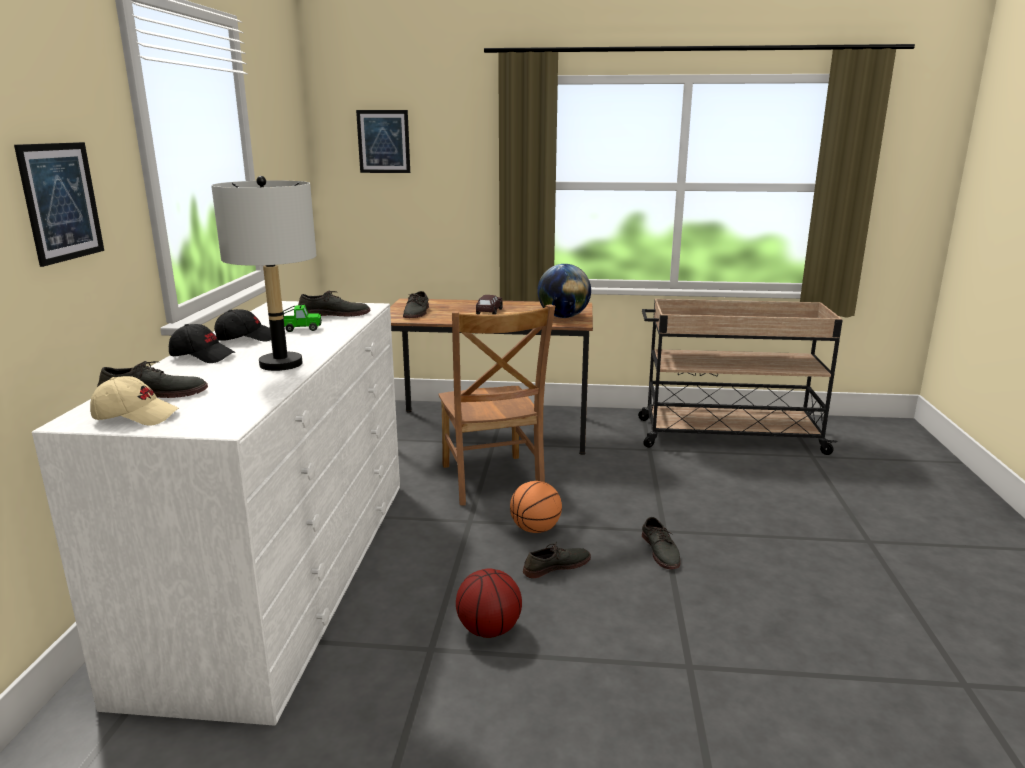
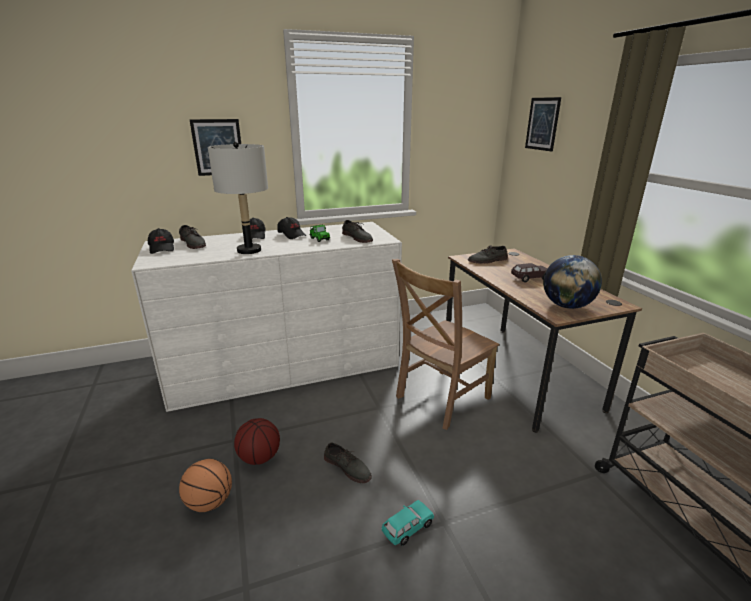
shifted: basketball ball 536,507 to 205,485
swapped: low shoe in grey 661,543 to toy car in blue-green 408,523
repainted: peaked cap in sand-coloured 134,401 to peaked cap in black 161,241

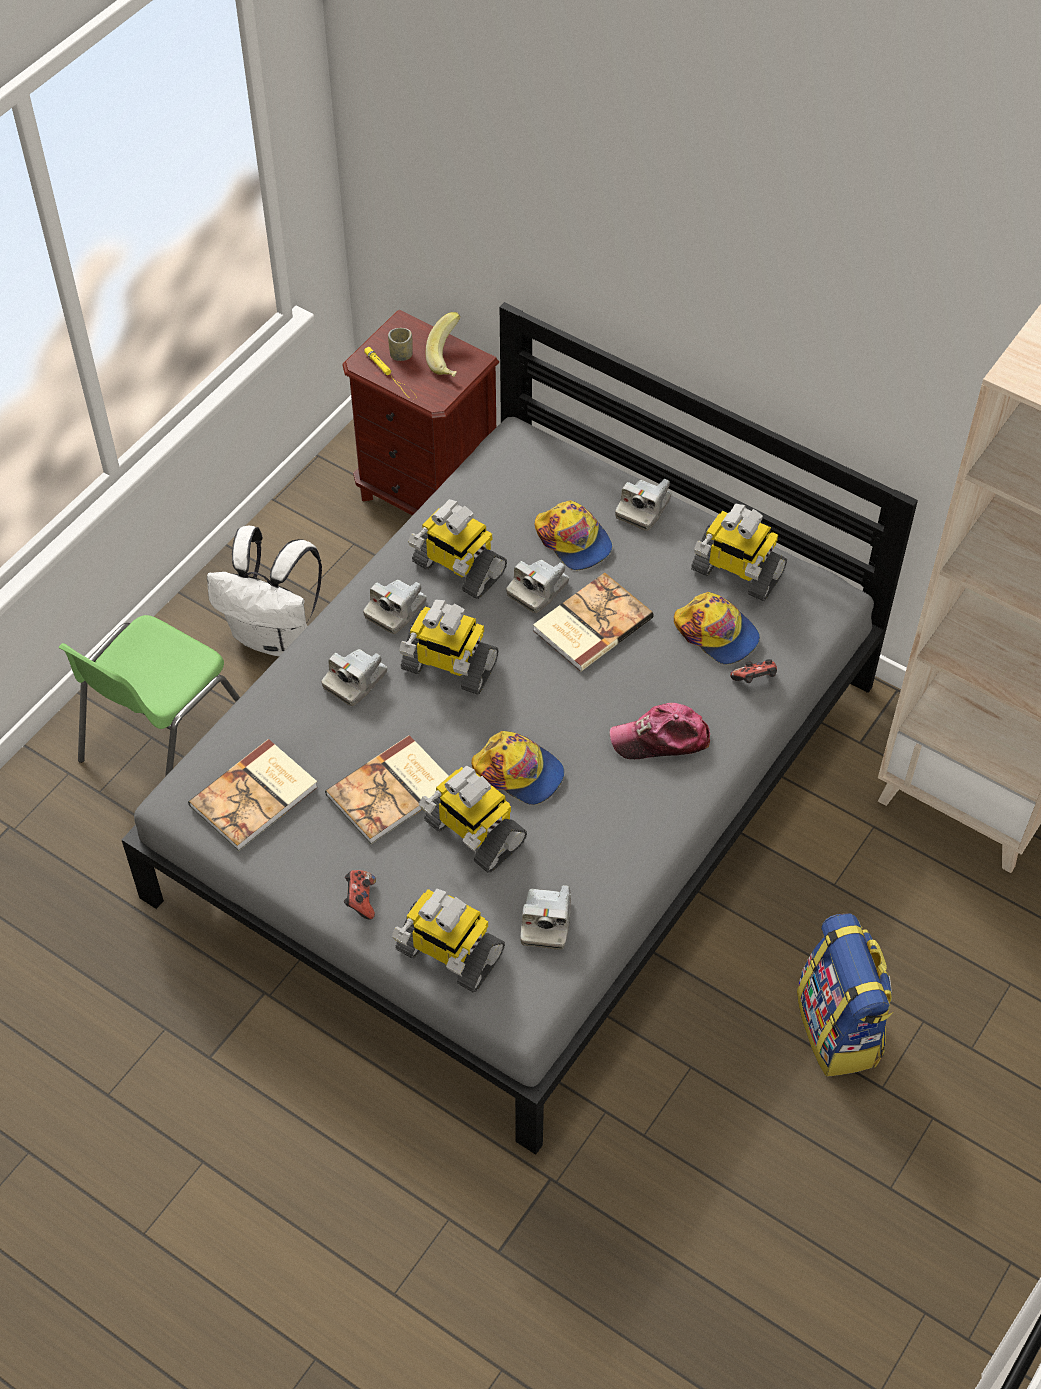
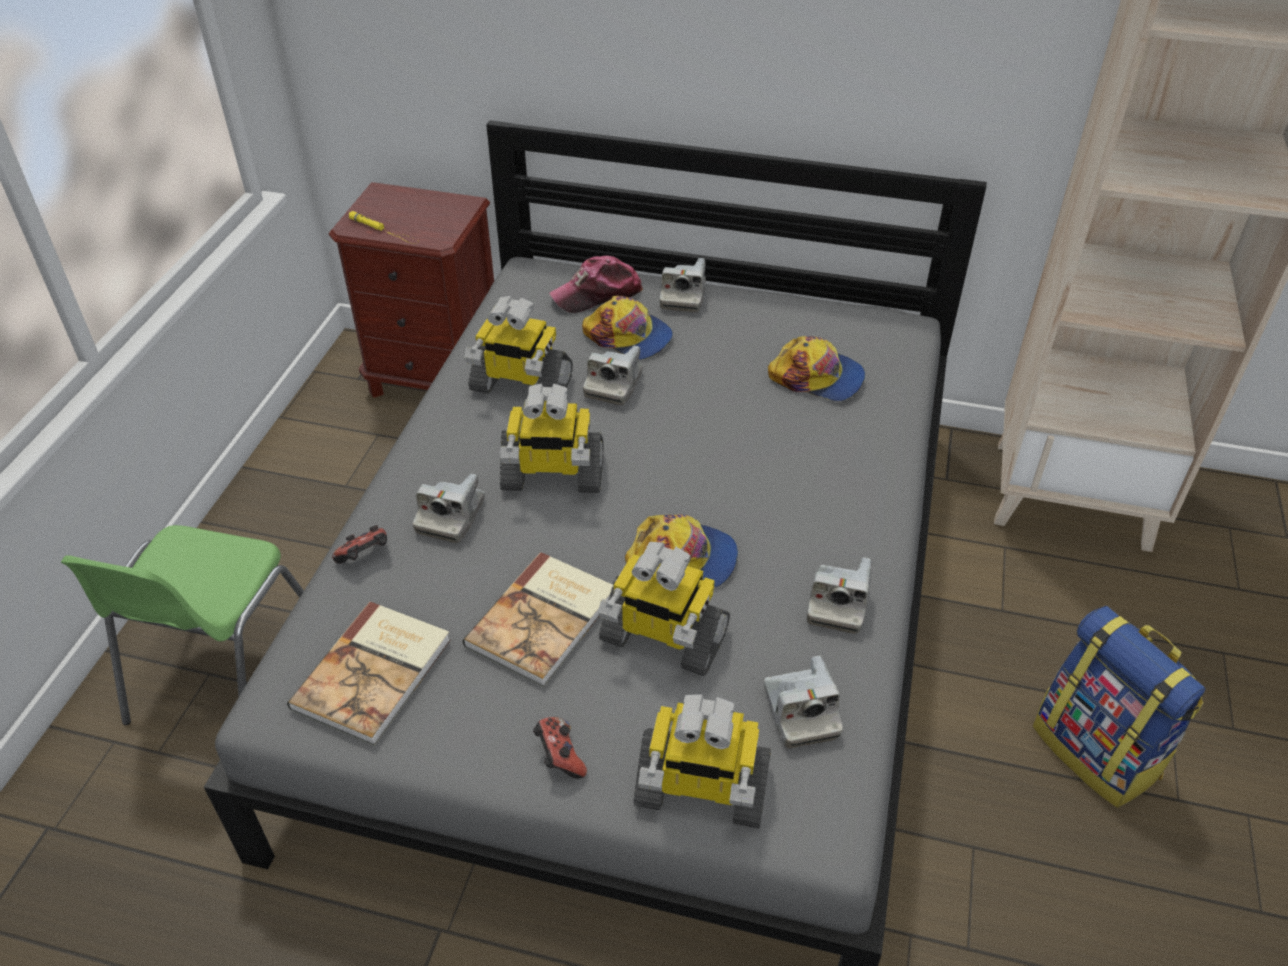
gone: backpack in white 264,591; cup 400,344; banana fruit 443,344; book 593,622; robot figure 739,552
shifted: still camera 395,607 to 839,595; peaked cap 659,731 to 596,284; gamepad 753,671 to 359,544

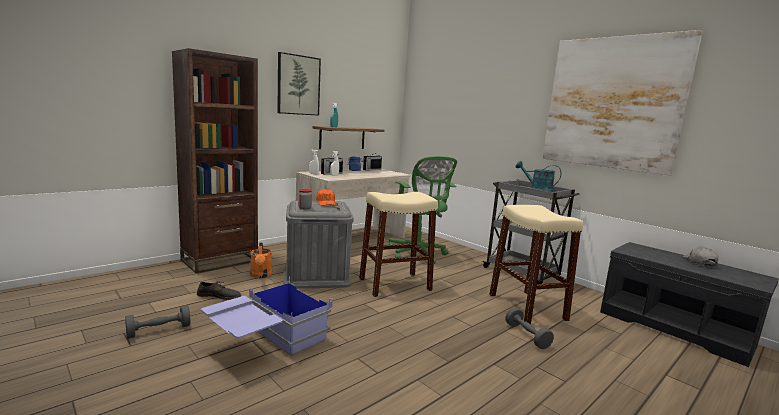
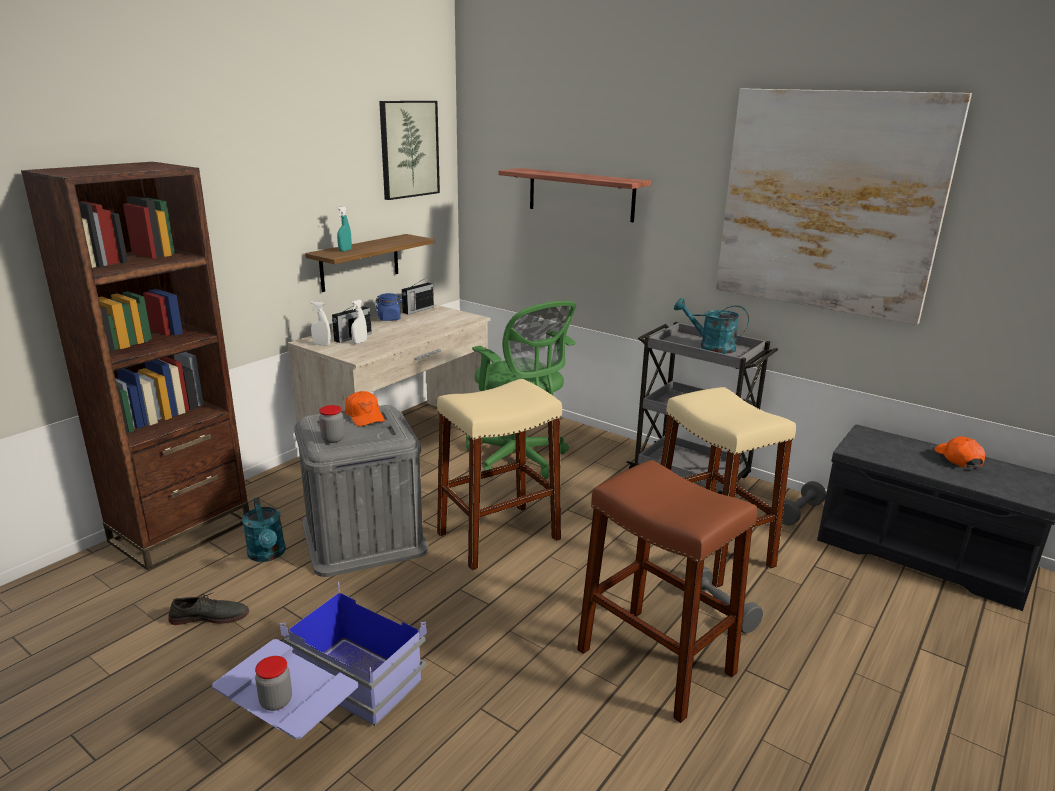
new: jar 273,683; shelf 574,195; stool in brown 667,591
shifted: hand weight in grey 158,322 to 804,503; wall art 299,84 to 409,150
repainted: sprinkling can in orange 261,260 to sprinkling can in blue-green 264,529; peaked cap in grey 700,256 to peaked cap in orange 960,452

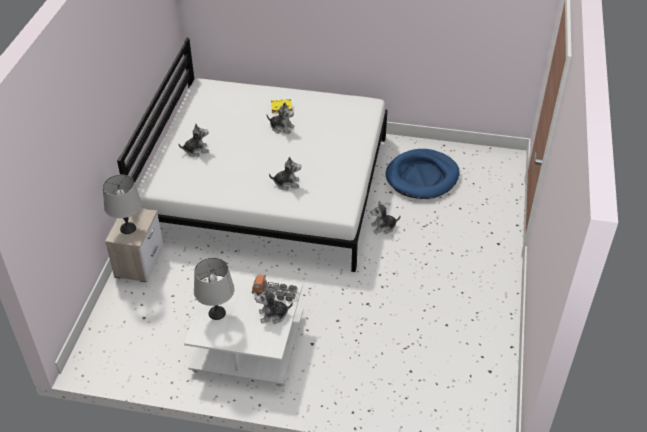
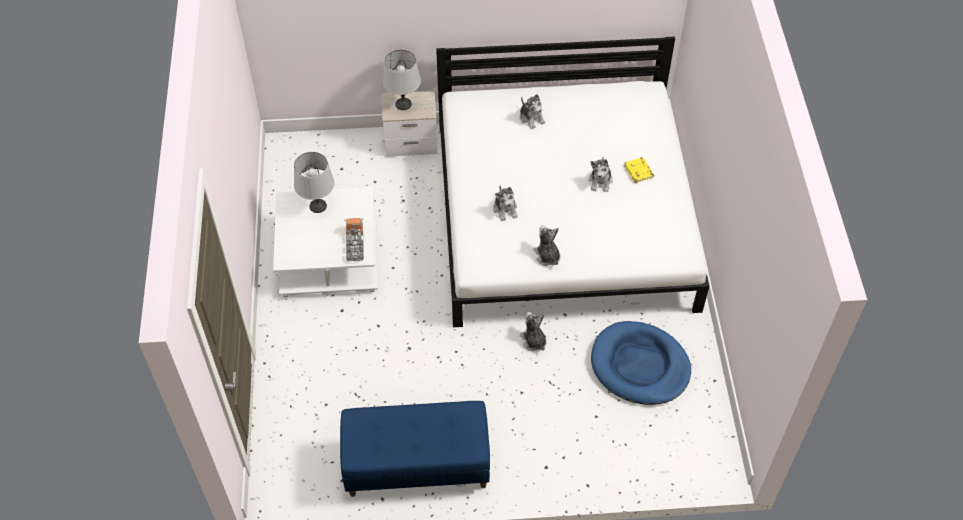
new: indoor bench in bluish 415,449
shifted: plush toy 274,304 to 547,245

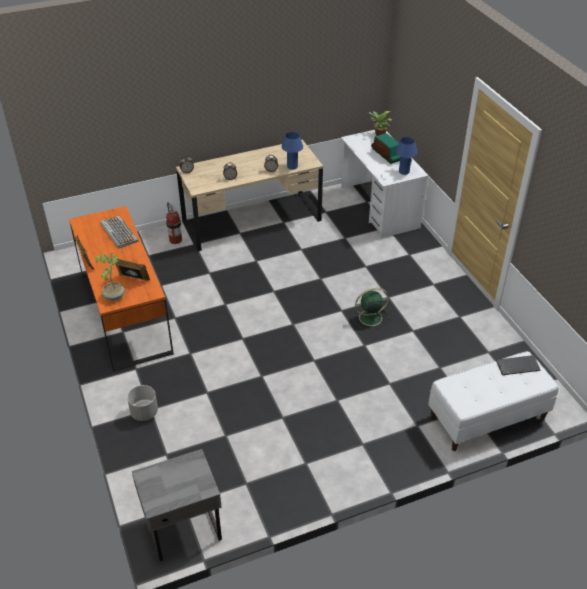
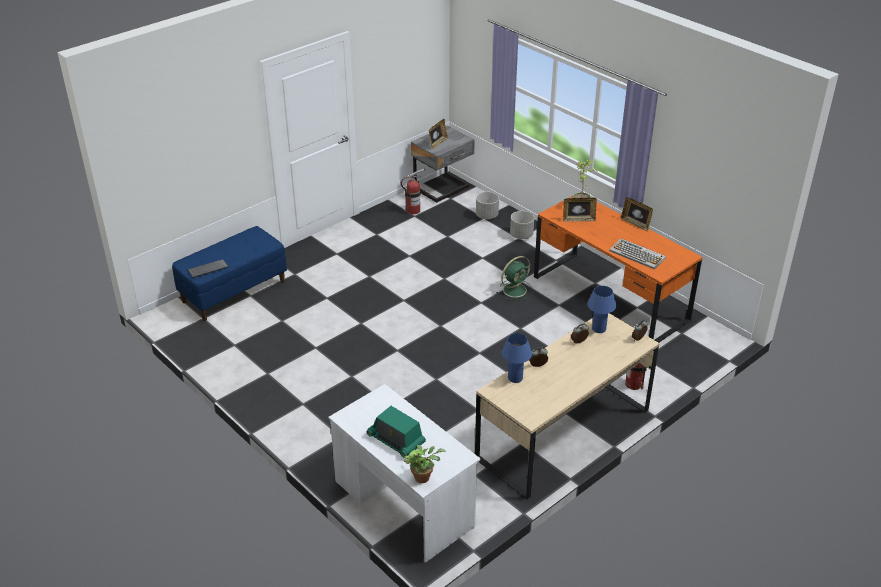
new: extinguisher 413,192; photo frame 438,134; flower pot in grey 487,205
shifted: cooling fan in green-coloured 371,309 to 515,278; lamp for a table in bluish 406,156 to 601,309
repainted: indoor bench in white 493,401 to indoor bench in bluish 229,273

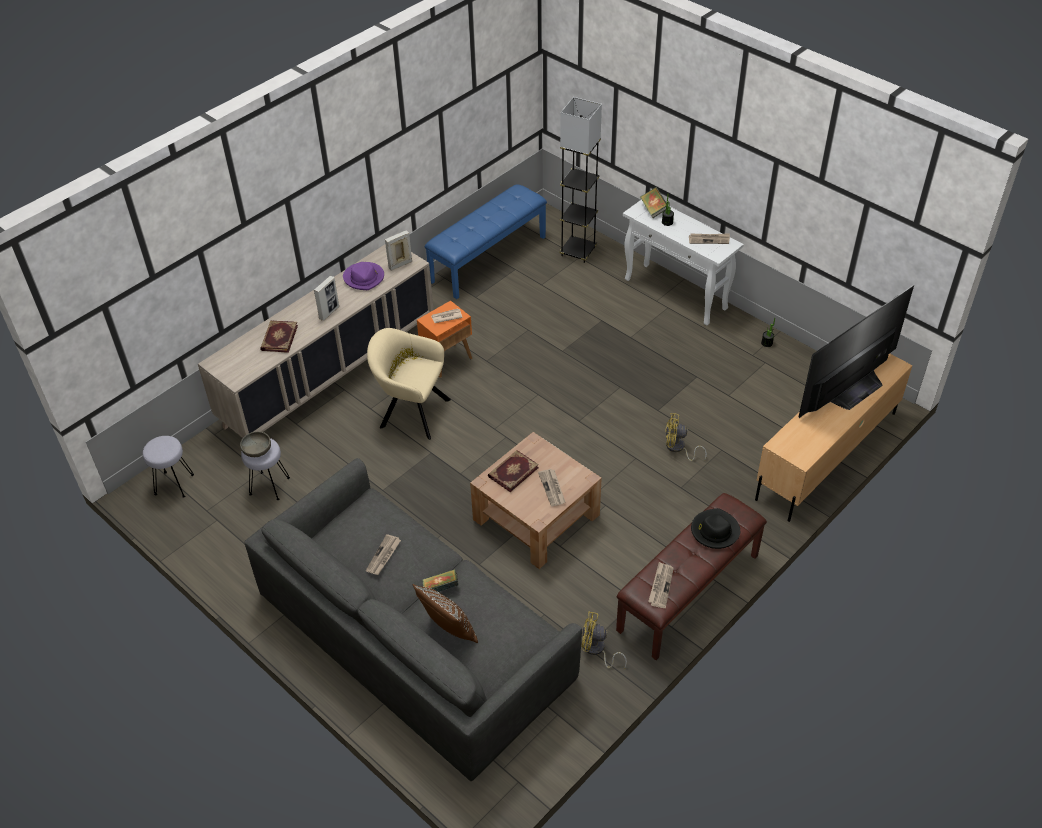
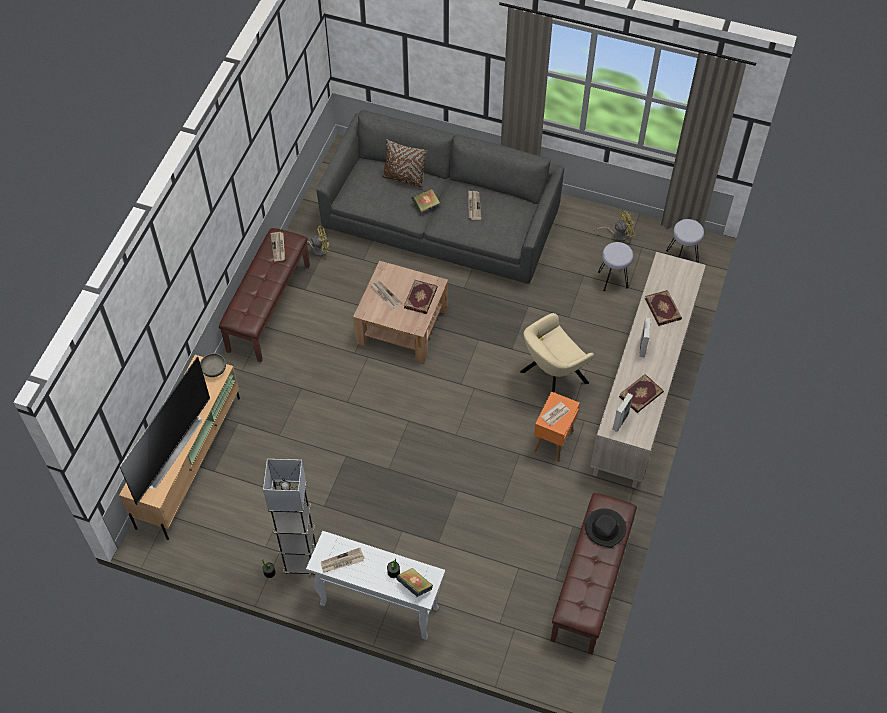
shifted: serving bowl in grey 255,444 to 213,365; floor lamp in grey 580,180 to 290,517; cooling fan in yellow 686,437 to 614,226; wearable hat in black 715,528 to 605,528
swapped: wearable hat in purple-coloured 363,276 to book 641,393
repainted: indoor bench in bluish 486,241 to indoor bench in brown 593,573
rotated: easy chair in sand-coloured 409,384 = 557,353 150 degrees clockwise

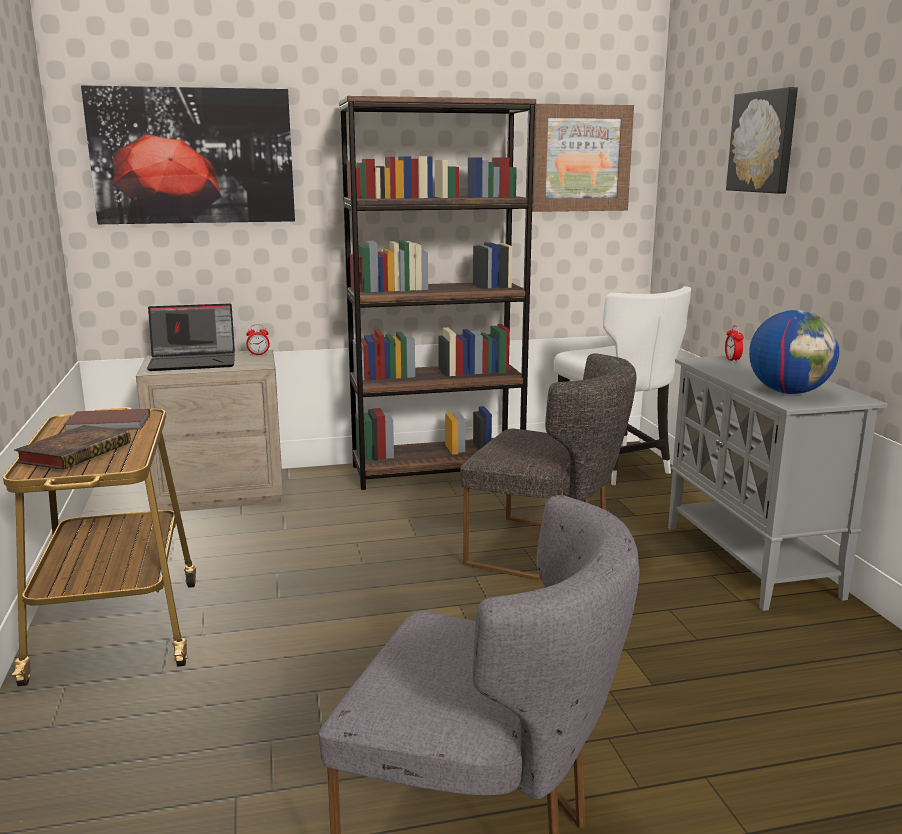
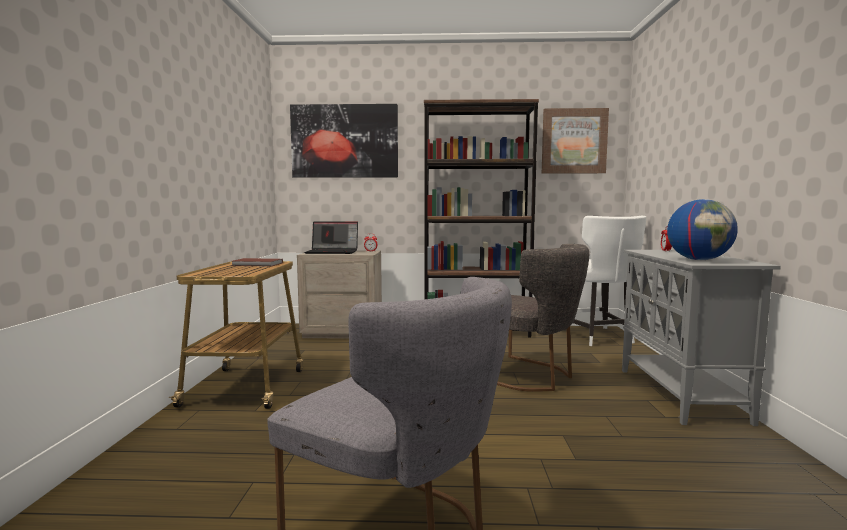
gone: book 72,447; wall art 762,140

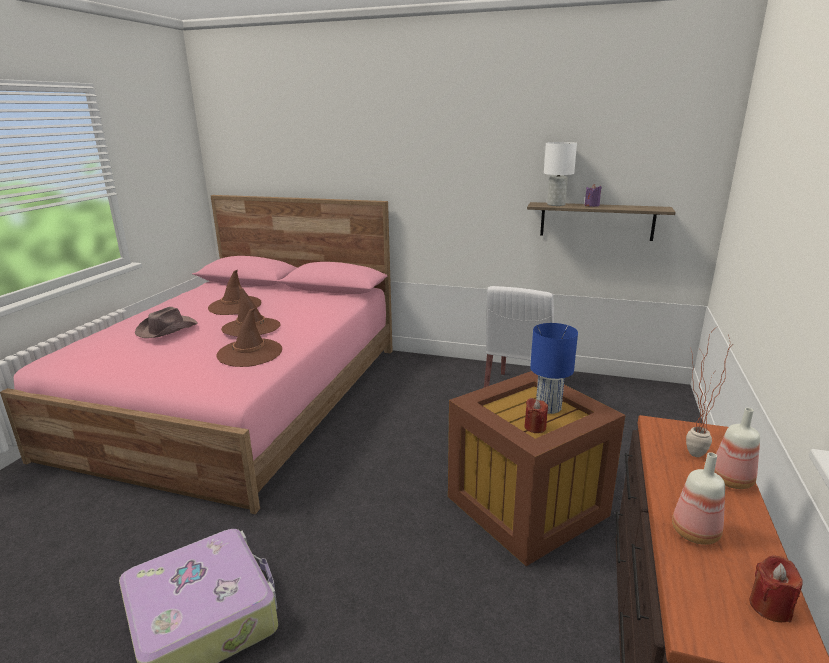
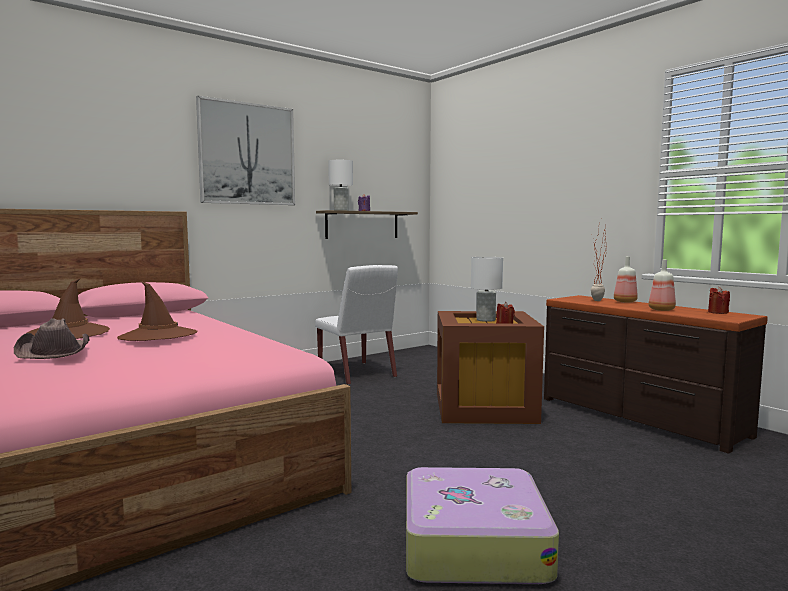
gone: wearable hat in brown 249,337
new: wall art 245,150
repainted: lamp for a table in bluish 554,368 to lamp for a table in white 487,289

